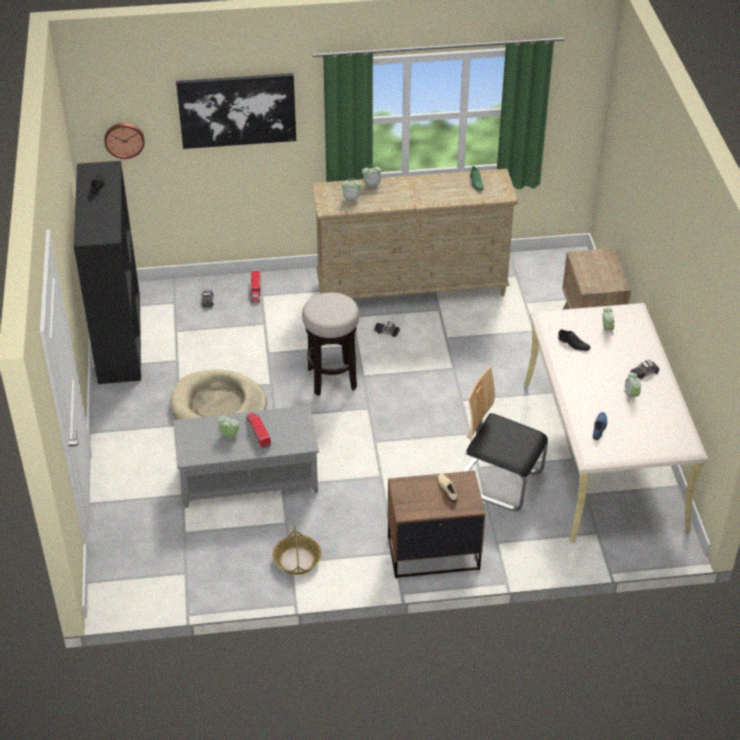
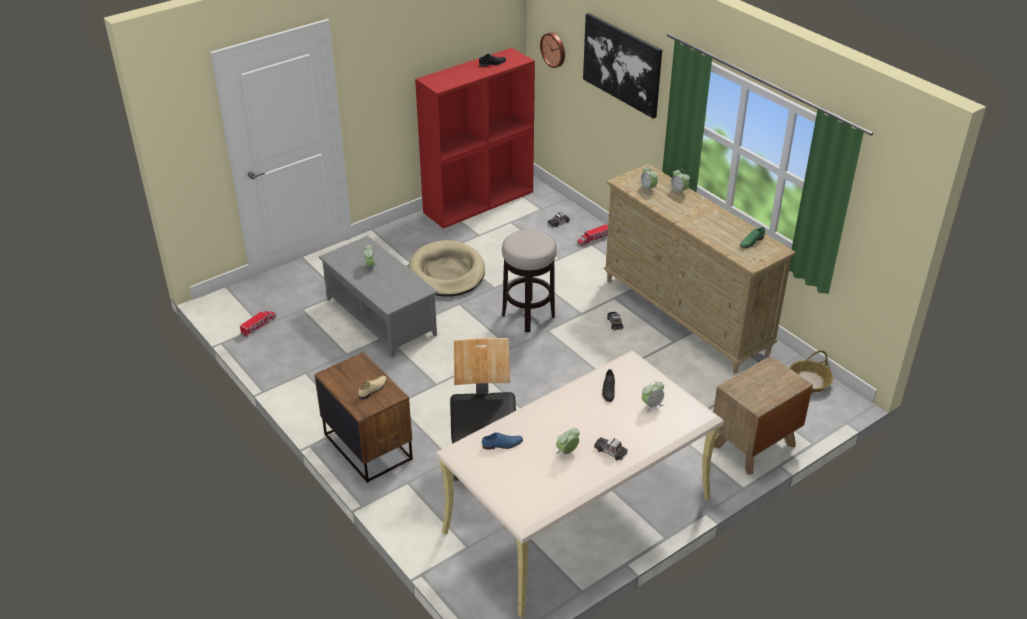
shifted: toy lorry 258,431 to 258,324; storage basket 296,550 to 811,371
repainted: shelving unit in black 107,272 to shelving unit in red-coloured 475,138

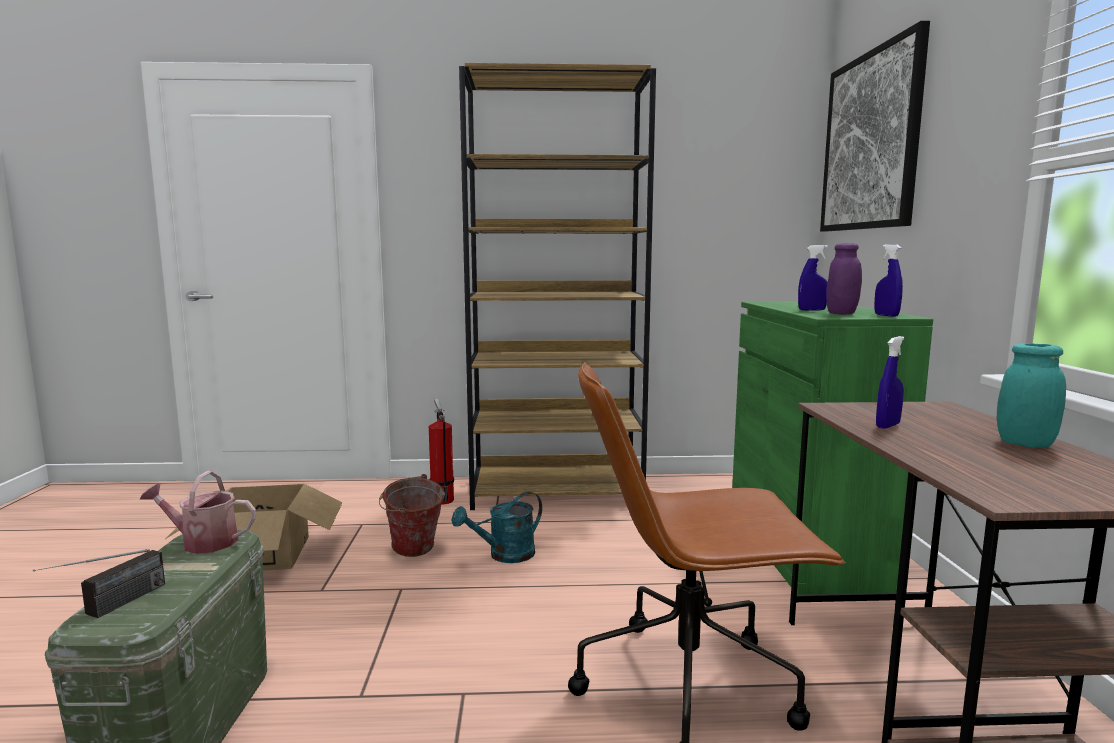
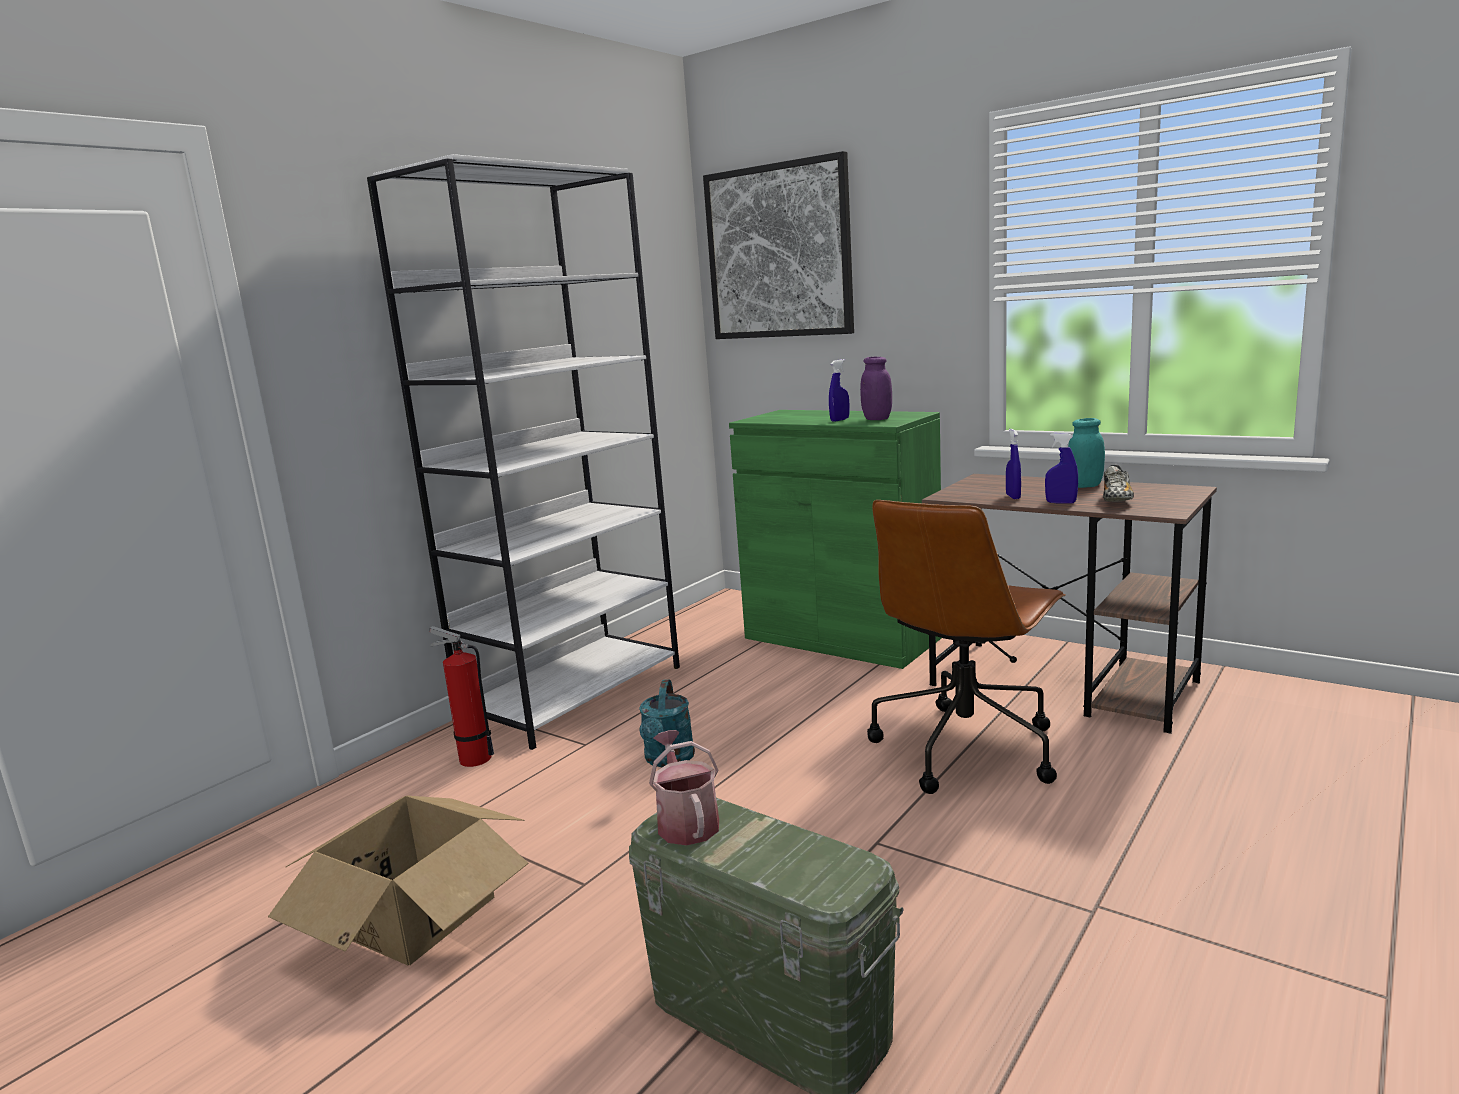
gone: radio set 99,583; bucket 412,515
new: low shoe 1118,483
shifted: spray bottle in bluish 888,280 to 1061,468
repainted: shelving unit in brown 557,286 to shelving unit in white 523,452
rotated: sprinkling can 197,512 = 684,787 120 degrees clockwise

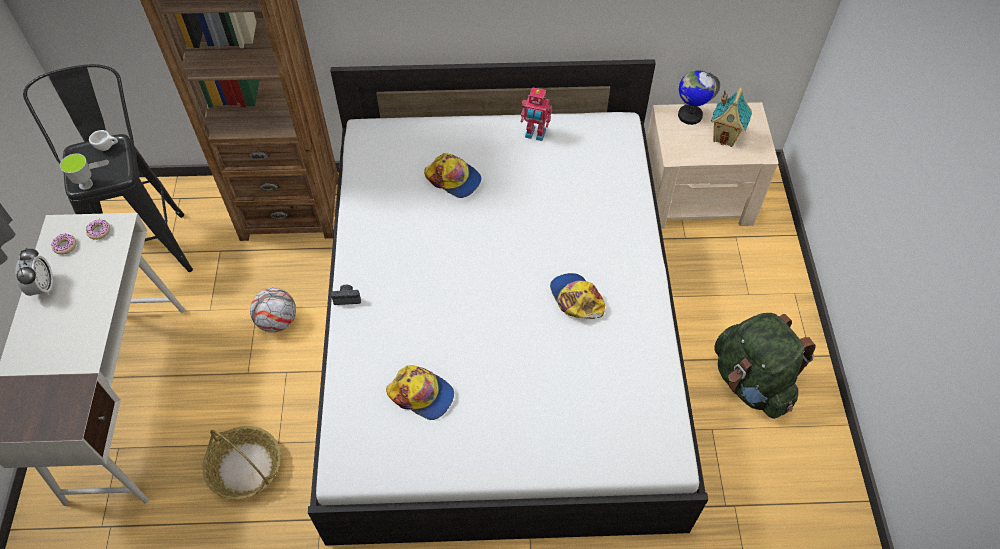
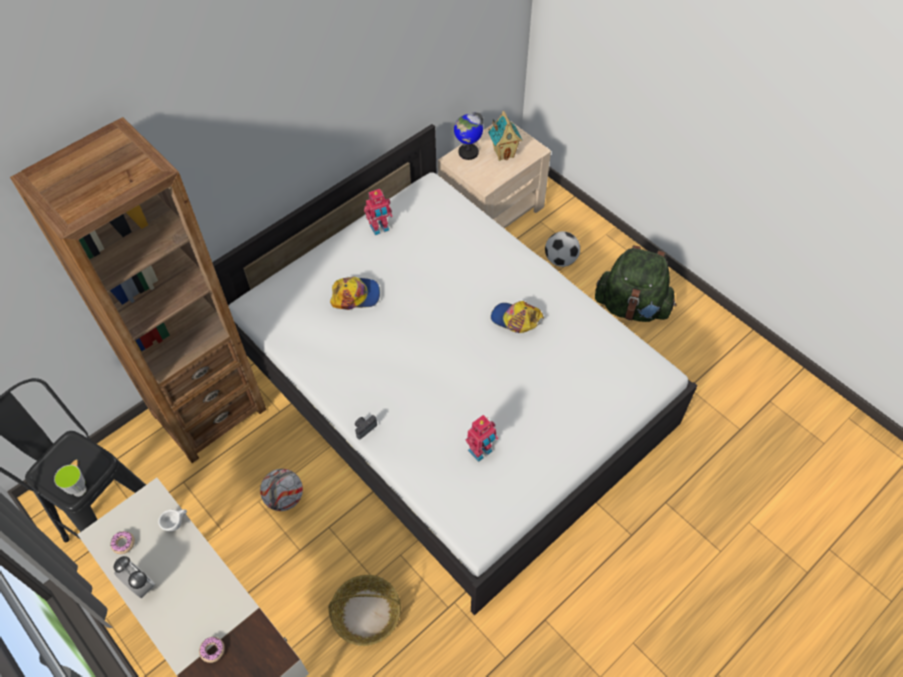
new: football ball 562,249
shifted: doughnut 98,229 to 212,650; cup in white 103,140 to 172,520
swapped: peaked cap 420,392 to robot figure 482,438

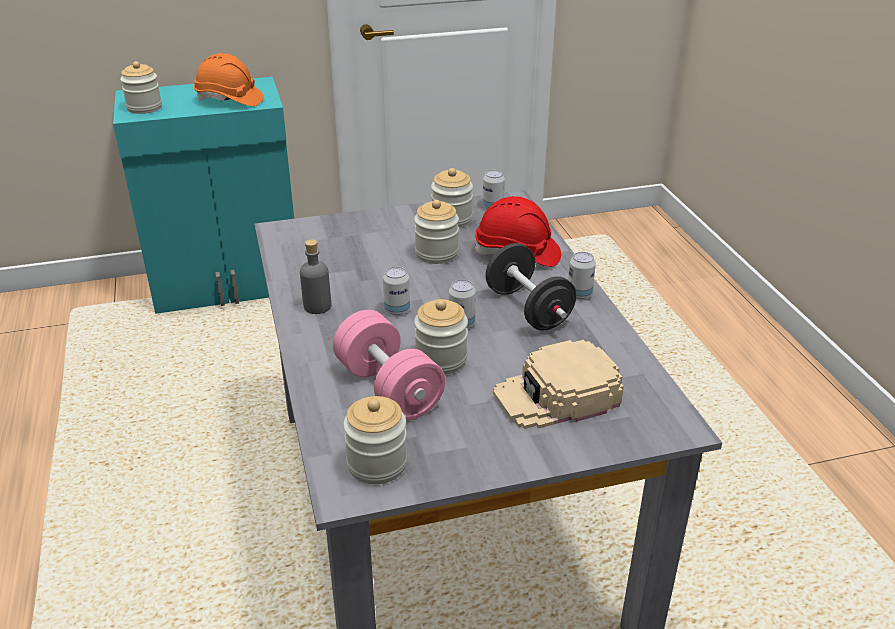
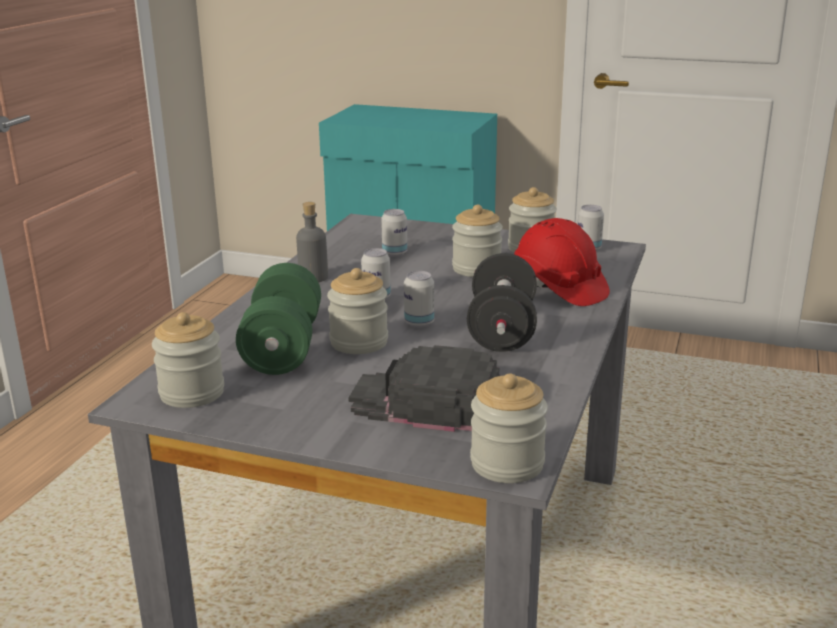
gone: hard hat in orange 229,79
shifted: jar 141,87 to 509,428; metal can 582,275 to 394,233
repainted: hand weight in pink 389,365 to hand weight in green-coloured 278,319; peaked cap in sand-coloured 558,384 to peaked cap in black 424,388

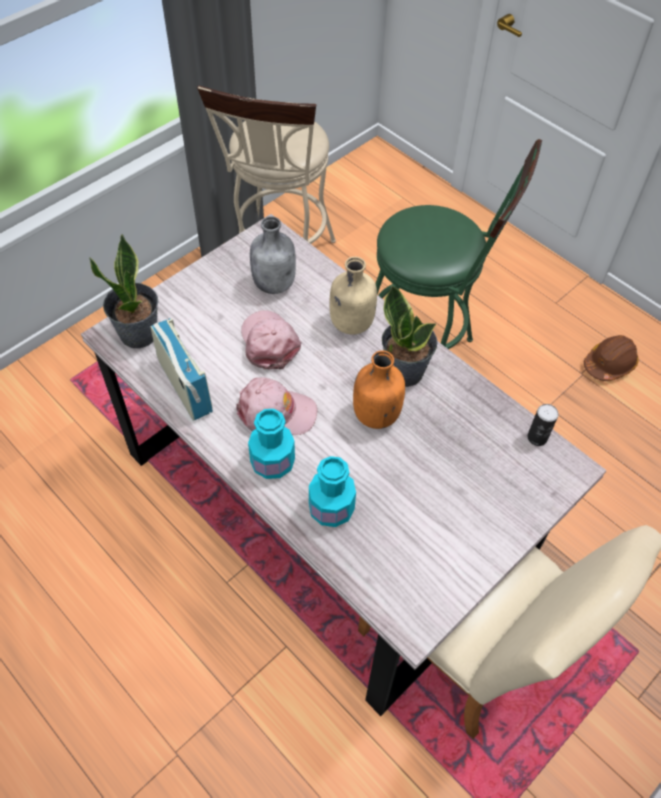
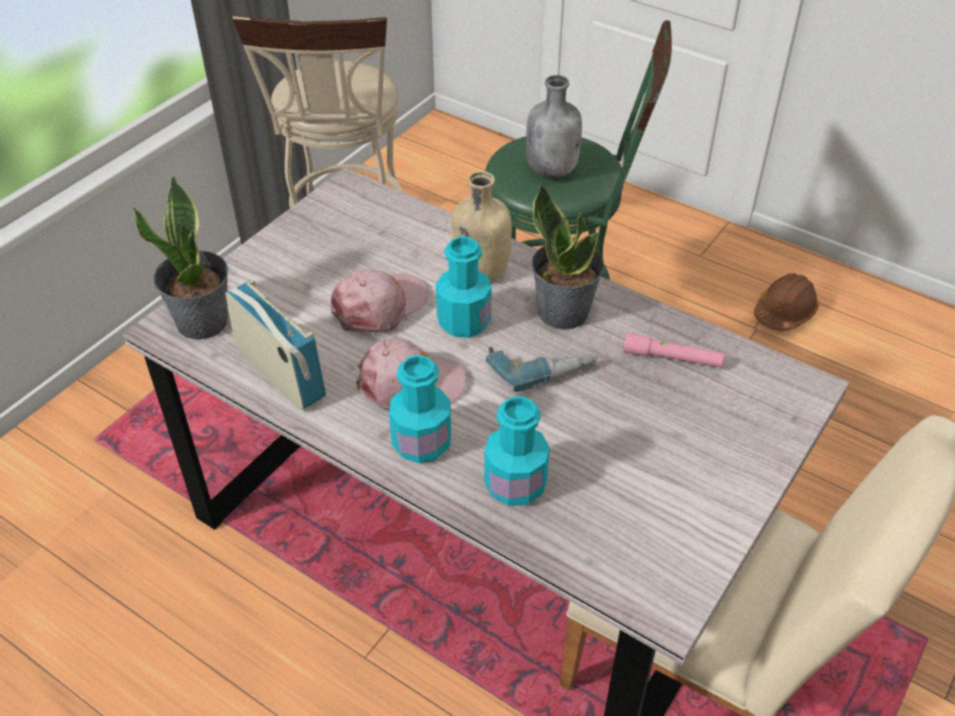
gone: metal can 543,425
new: beverage bottle in blue-green 464,287; flashlight in pink 674,350
shifted: beverage bottle in grey 273,255 to 554,126
swapped: beverage bottle in orange 379,389 to electric drill 542,369
rotated: peaked cap in pink 271,340 = 379,301 75 degrees clockwise

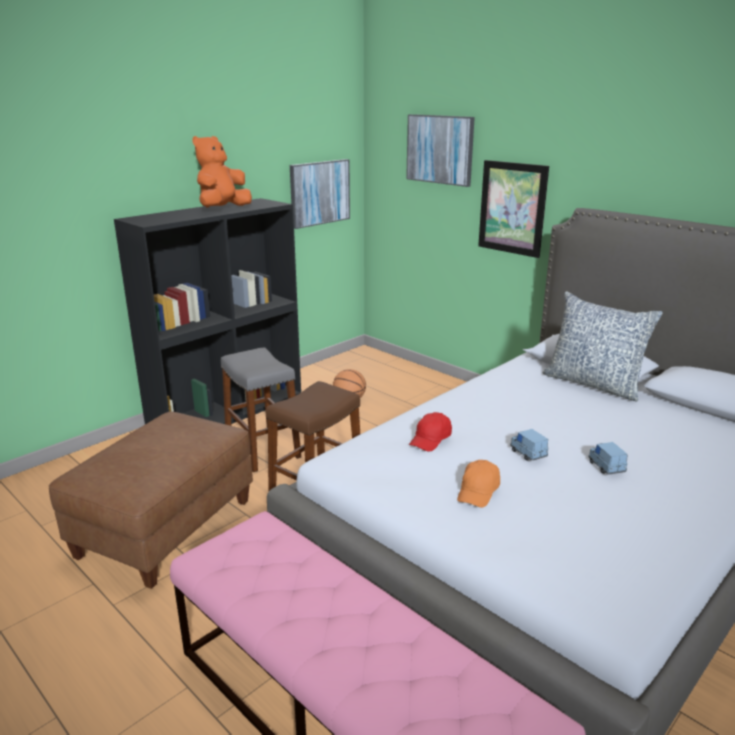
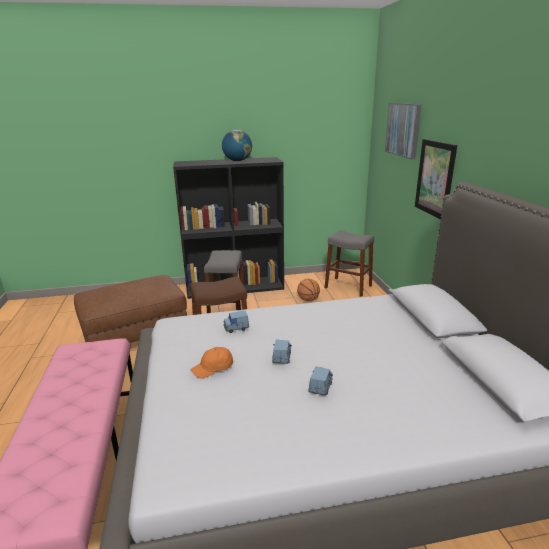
gone: wall art 320,194; pillow 603,346
new: stool in grey 349,264
swapped: plush toy in orange 222,171 to world globe 237,145; peaked cap in red-coloured 430,432 to toy car in bluish 236,322

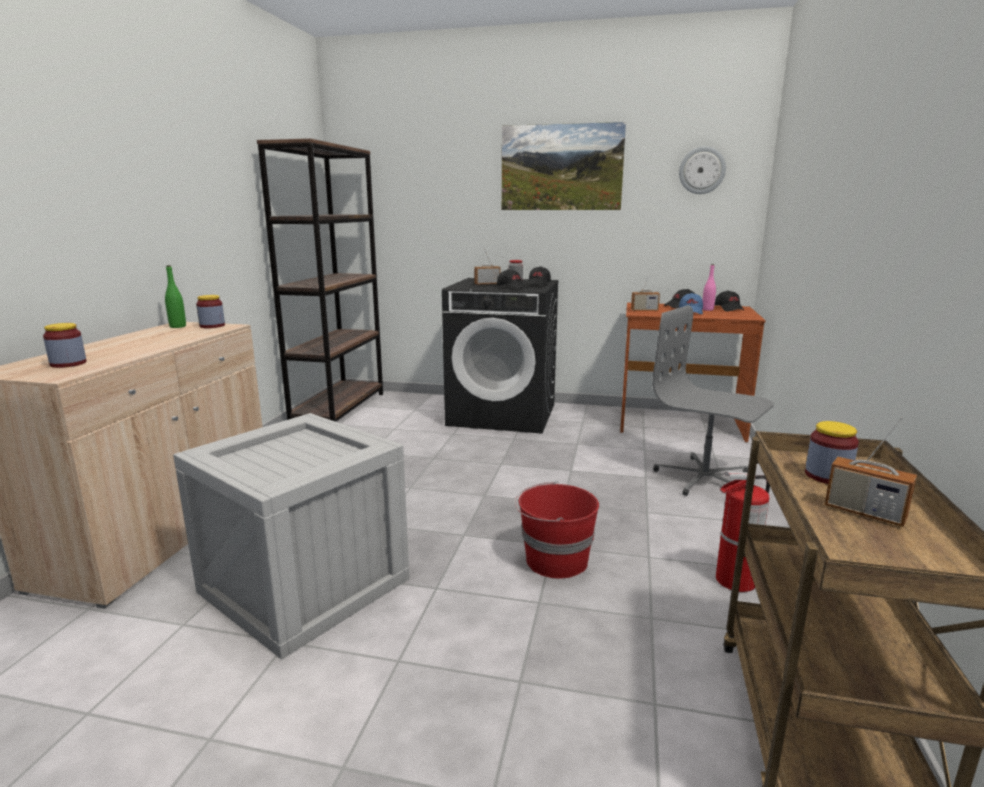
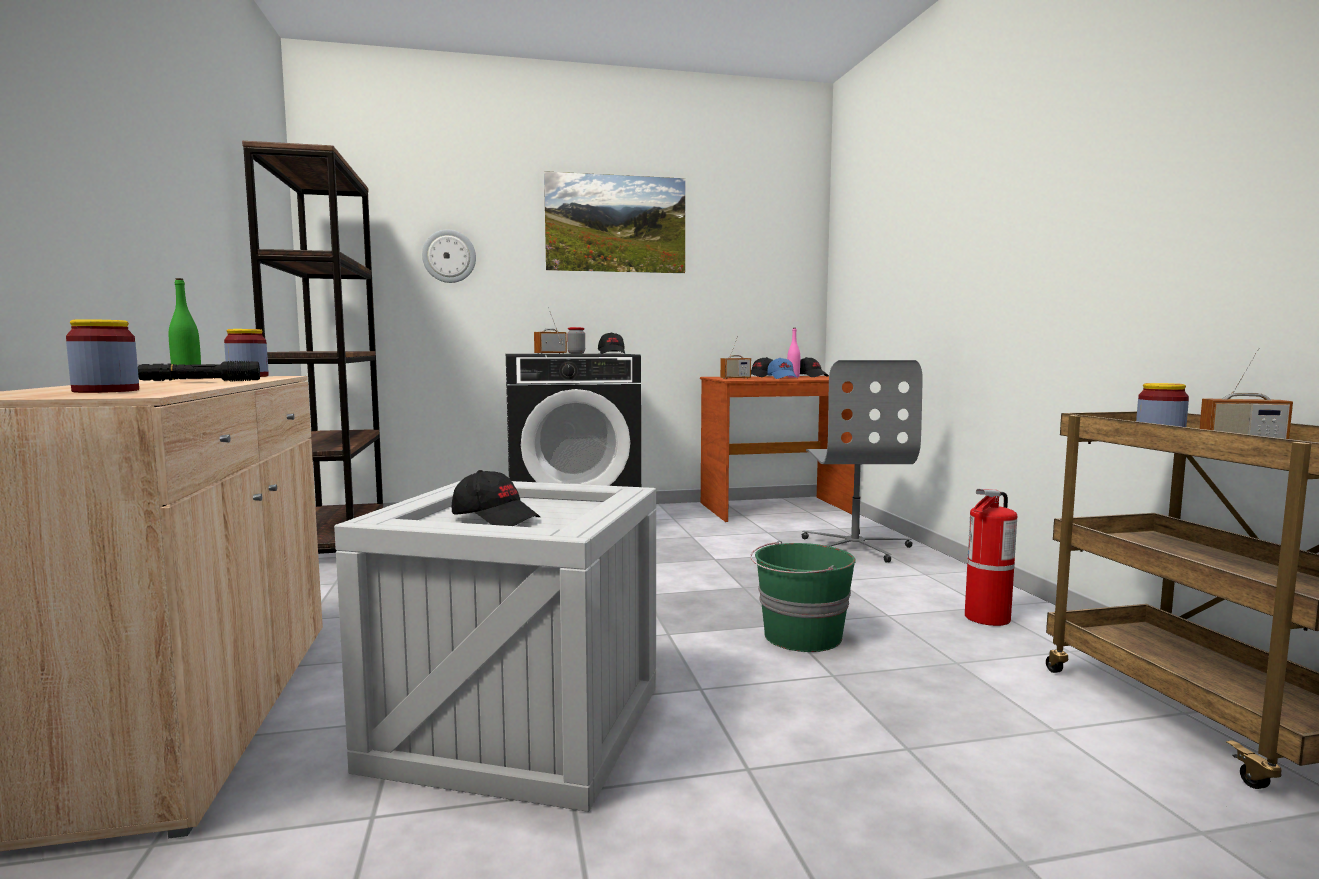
new: flashlight in black 199,371
shifted: peaked cap in black 512,279 to 496,498; wall clock 702,170 to 449,256
repainted: bucket in red-coloured 557,530 to bucket in green-coloured 803,596
rotated: desk chair in grey 713,400 = 862,461 105 degrees counterclockwise

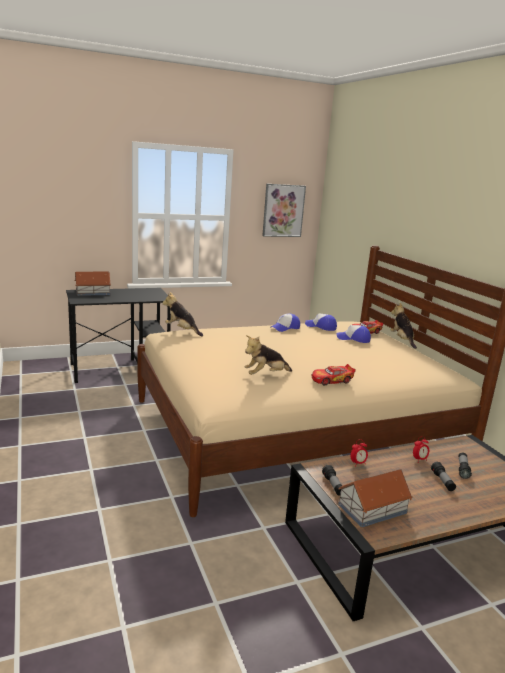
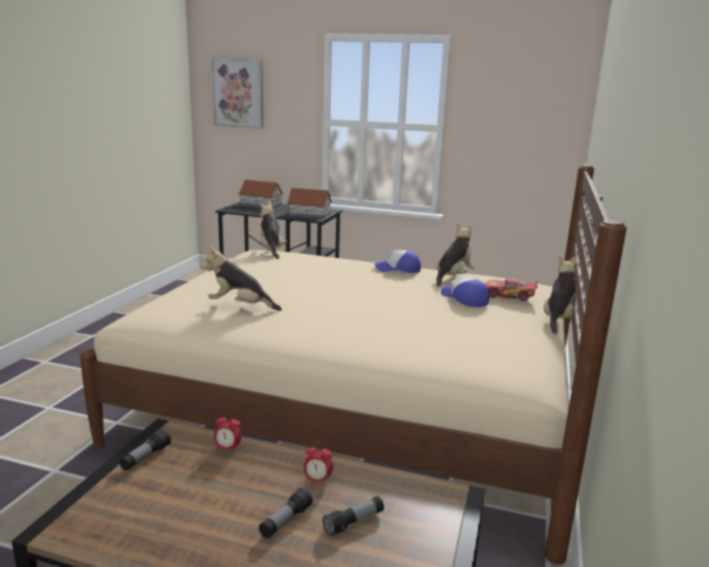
gone: toy car 333,375
shifted: wall art 284,210 to 237,93; model house 375,498 to 309,203
swapped: peaked cap 321,322 to plush toy 455,255

